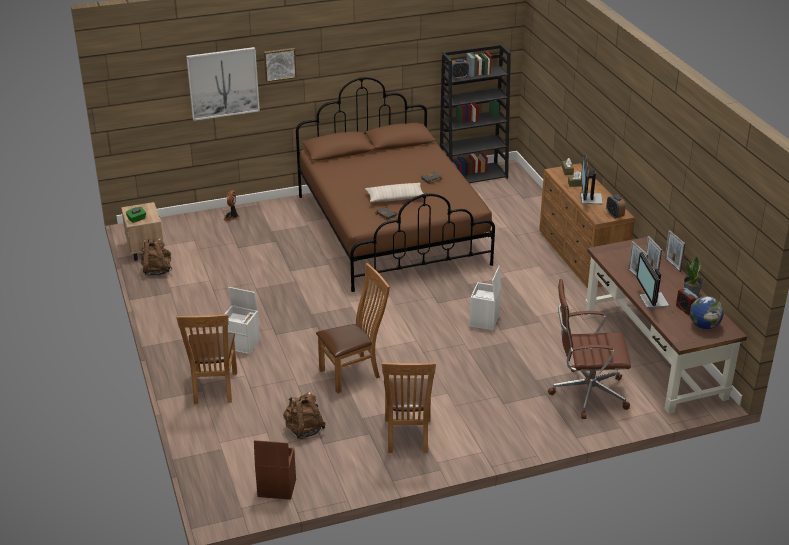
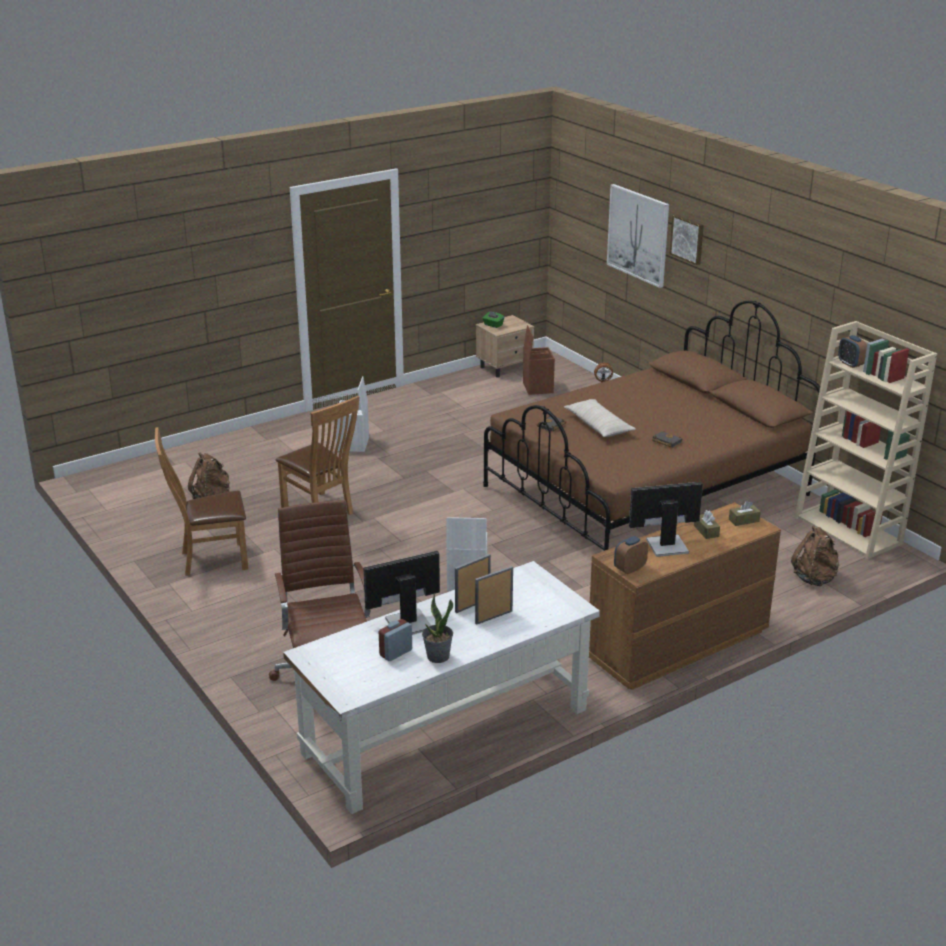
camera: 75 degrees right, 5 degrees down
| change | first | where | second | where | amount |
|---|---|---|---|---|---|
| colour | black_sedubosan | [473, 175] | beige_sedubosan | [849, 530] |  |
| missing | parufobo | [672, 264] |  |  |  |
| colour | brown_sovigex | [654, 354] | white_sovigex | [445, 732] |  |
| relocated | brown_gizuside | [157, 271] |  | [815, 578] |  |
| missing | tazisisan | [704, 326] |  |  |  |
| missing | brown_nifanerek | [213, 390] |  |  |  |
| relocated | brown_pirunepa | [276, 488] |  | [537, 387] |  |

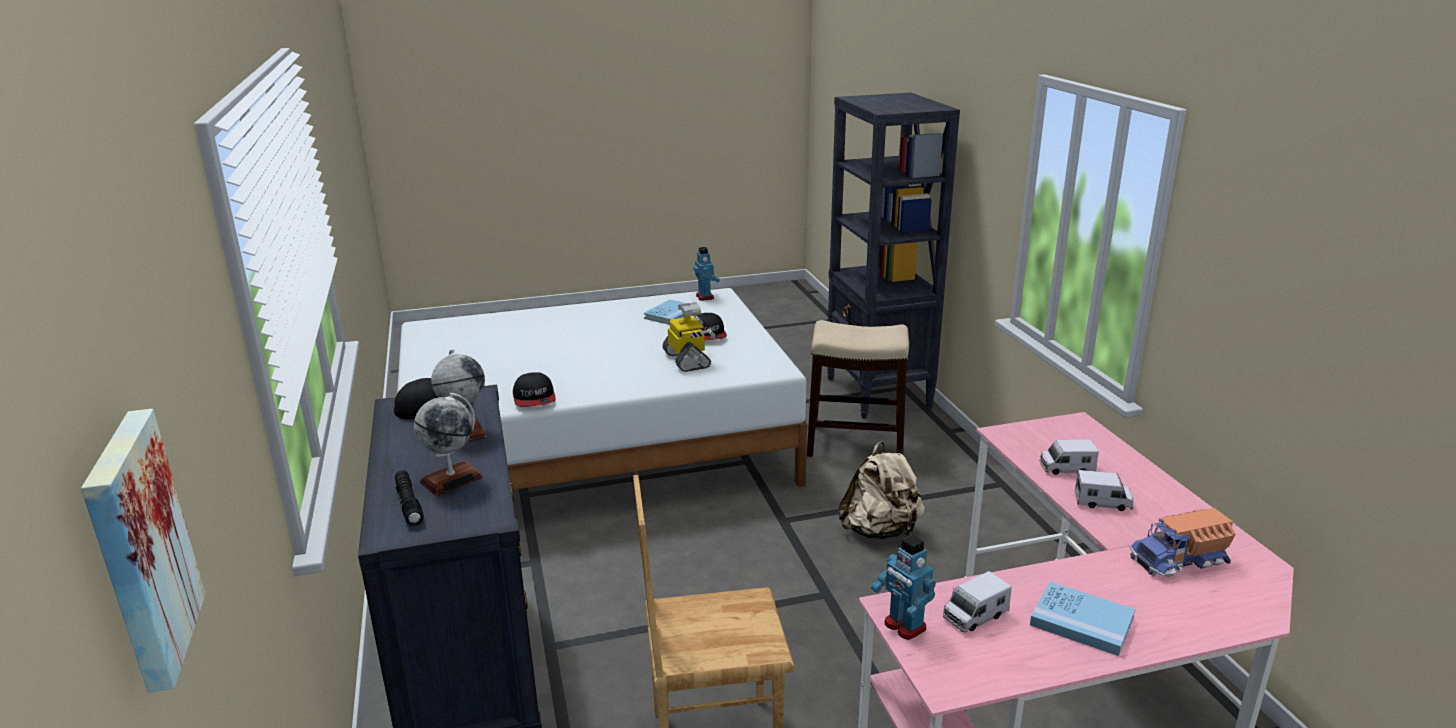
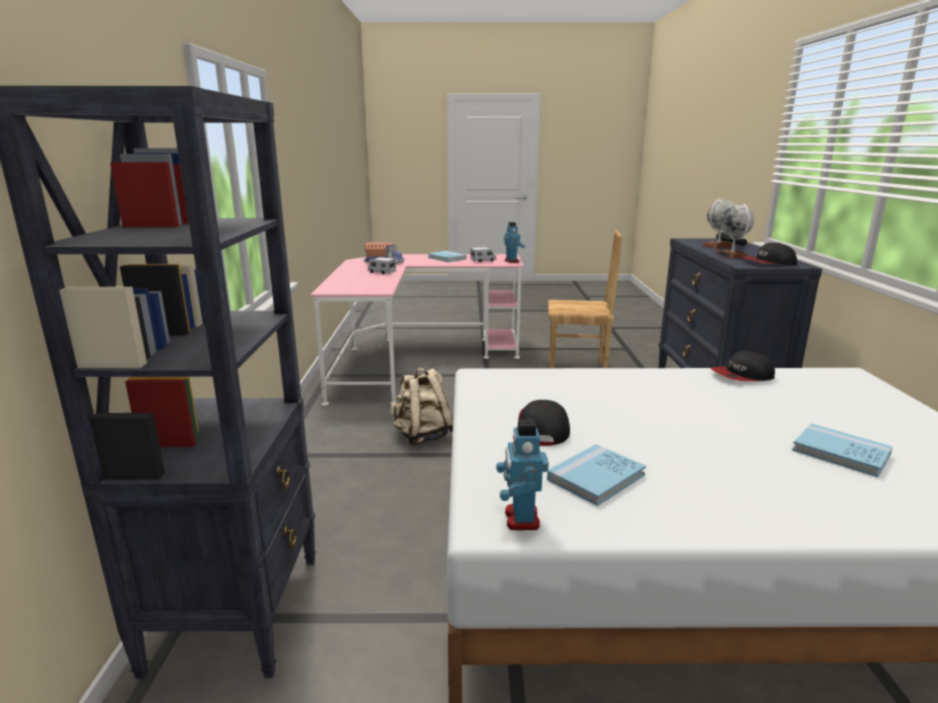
camera: 165 degrees left, 5 degrees down
| change | first | where | second | where | amount |
|---|---|---|---|---|---|
| missing | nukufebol | [688, 360] |  |  |  |
| missing | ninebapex | [856, 443] |  |  |  |
| spun | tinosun | [534, 398] |  | [742, 376] | 105 degrees counterclockwise |
| missing | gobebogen | [137, 549] |  |  |  |
| missing | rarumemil | [1066, 468] |  |  |  |
| appeared |  |  | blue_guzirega | [840, 453] |  |

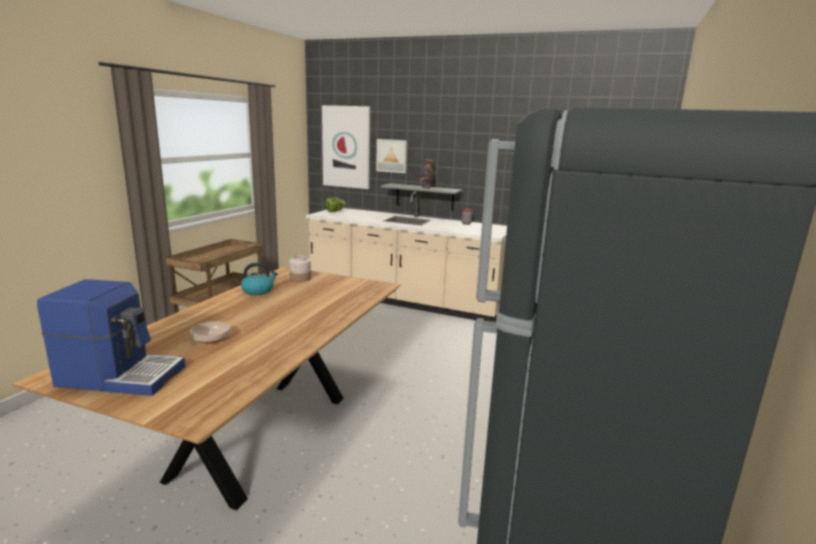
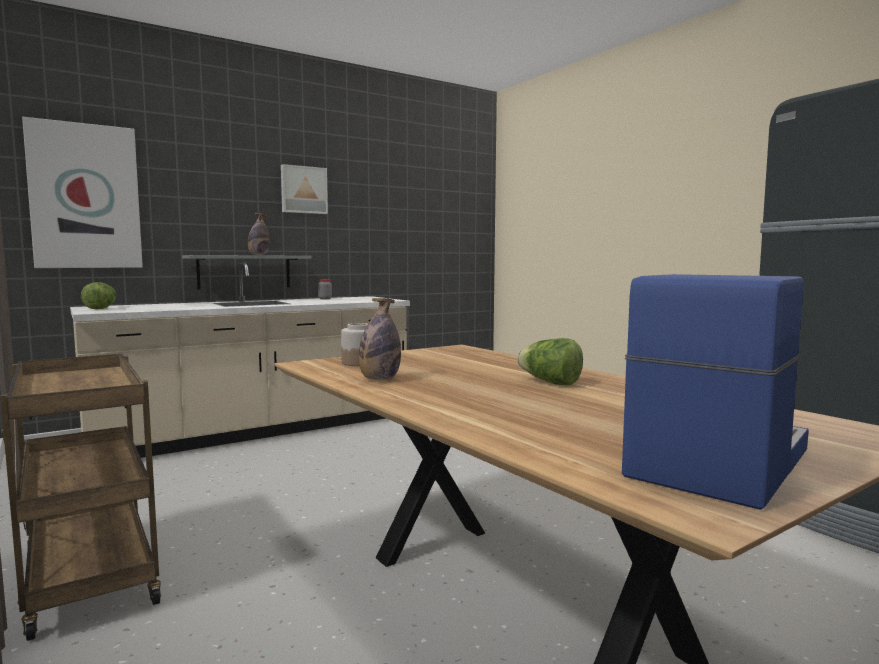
camera: 55 degrees left, 10 degrees down
| change | first | where | second | where | amount |
|---|---|---|---|---|---|
| relocated | gobebogen | [392, 155] |  | [303, 190] |  |
| exchanged | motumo | [258, 291] | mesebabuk | [379, 379] |  |
| missing | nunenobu | [211, 339] |  |  |  |
| appeared |  |  | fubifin | [550, 383] |  |

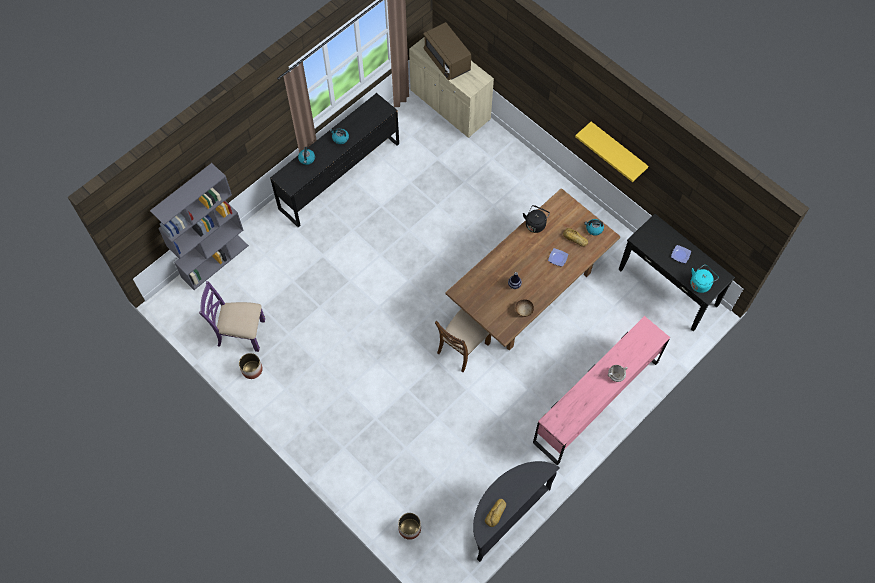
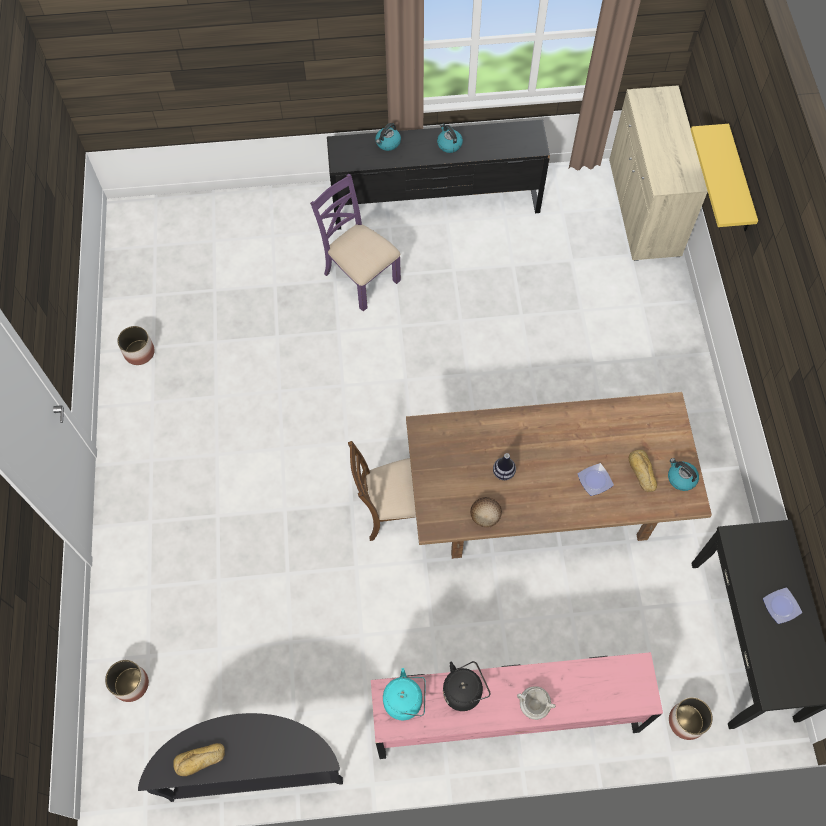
camera: 40 degrees right, 0 degrees up
| change | first | where | second | where | amount |
|---|---|---|---|---|---|
| missing | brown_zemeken | [447, 60] |  |  |  |
| relocated | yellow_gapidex | [618, 149] |  | [738, 181] |  |
| missing | grey_sedubosan | [215, 261] |  |  |  |
| relocated | black_motumo | [535, 224] |  | [464, 690] |  |
| relocated | turquoise_motumo | [701, 283] |  | [406, 701] |  |
| relocated | purple_nifanerek | [240, 333] |  | [360, 277] |  |
| appeared |  |  | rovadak | [686, 721] |  |

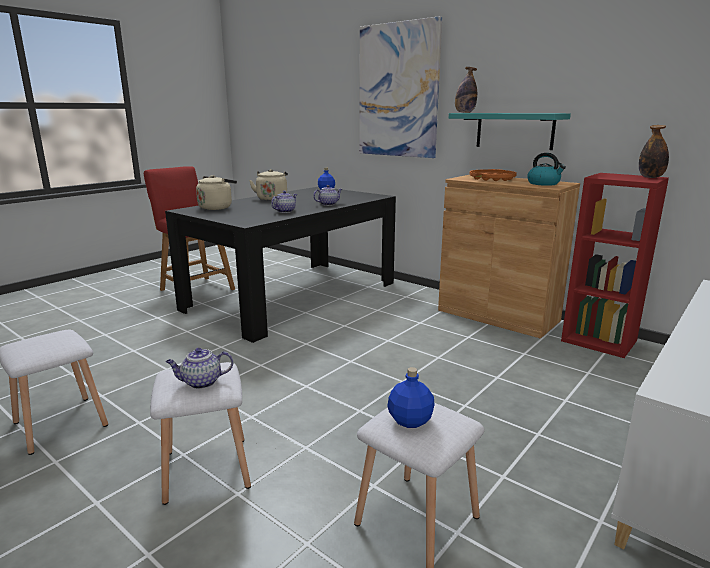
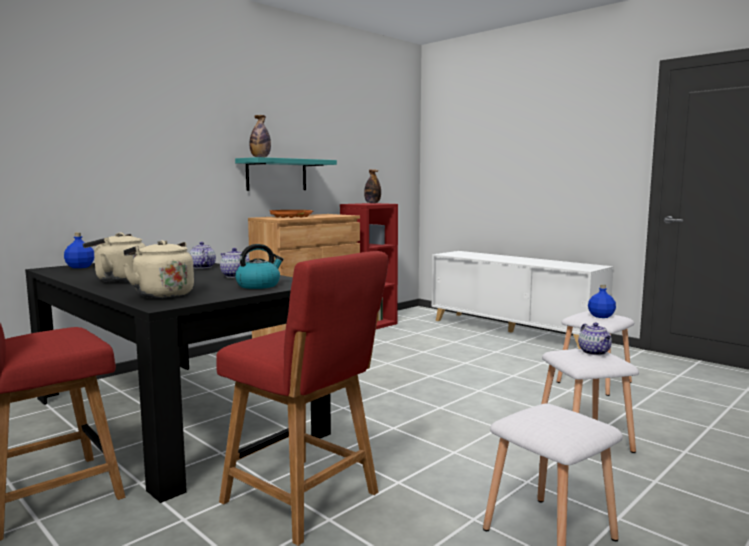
camera: 85 degrees left, 10 degrees down
| change | first | where | second | where | amount |
|---|---|---|---|---|---|
| missing | gobebogen | [398, 91] |  |  |  |
| relocated | motumo | [544, 183] |  | [258, 285] |  |
| appeared |  |  | red_nifanerek | [305, 500] |  |

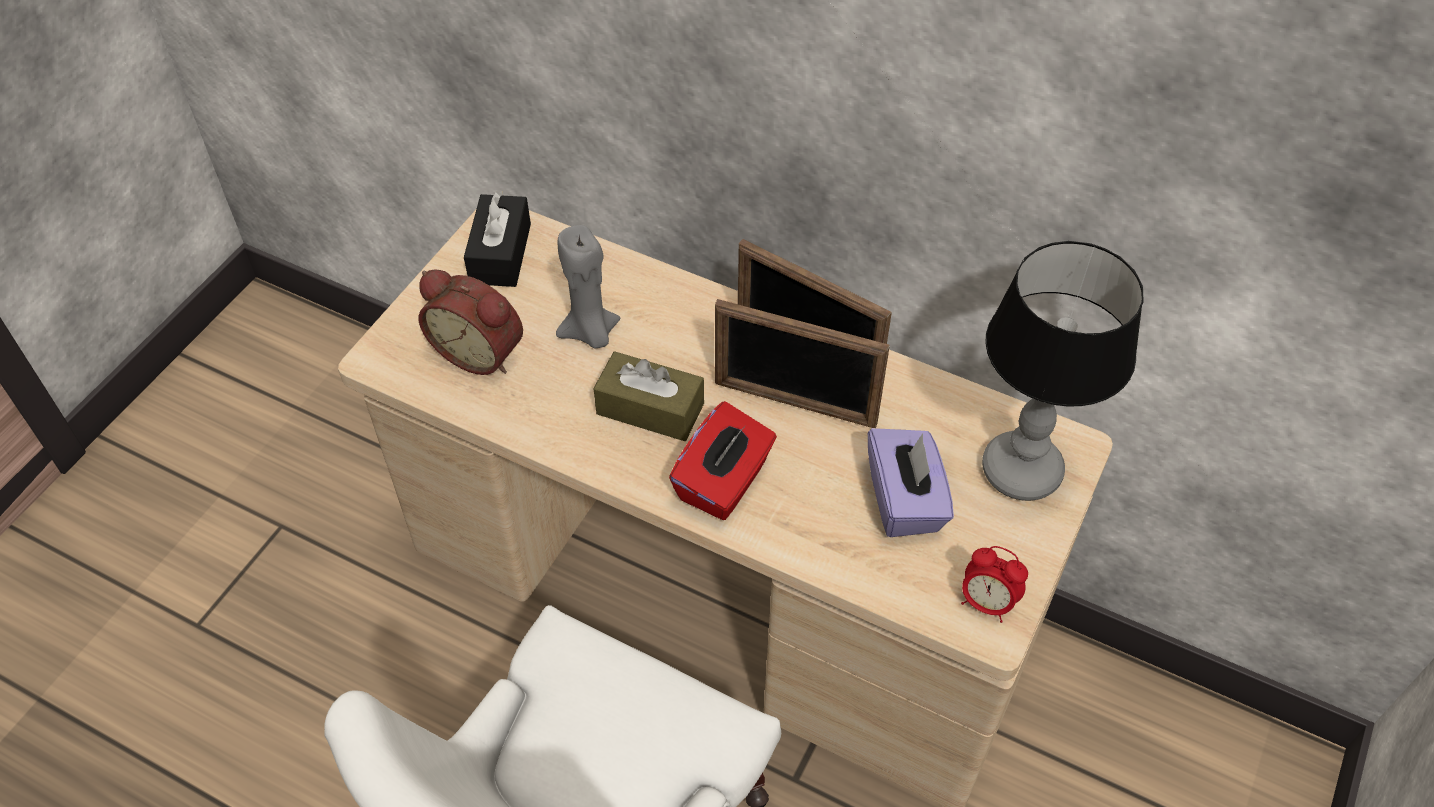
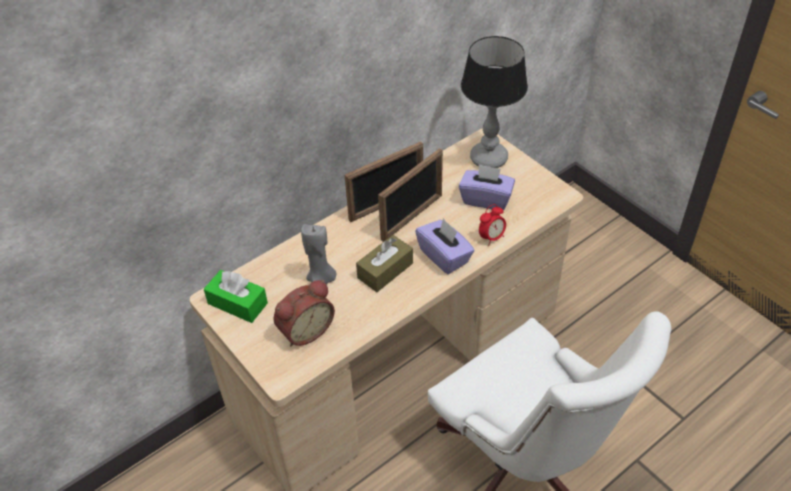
camera: 65 degrees left, 5 degrees down
| change | first | where | second | where | amount |
|---|---|---|---|---|---|
| colour | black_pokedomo | [500, 253] | green_pokedomo | [237, 303] |  |
| colour | red_pokedomo | [724, 482] | purple_pokedomo | [444, 256] |  |
| relocated | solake | [986, 603] |  | [491, 237] |  |

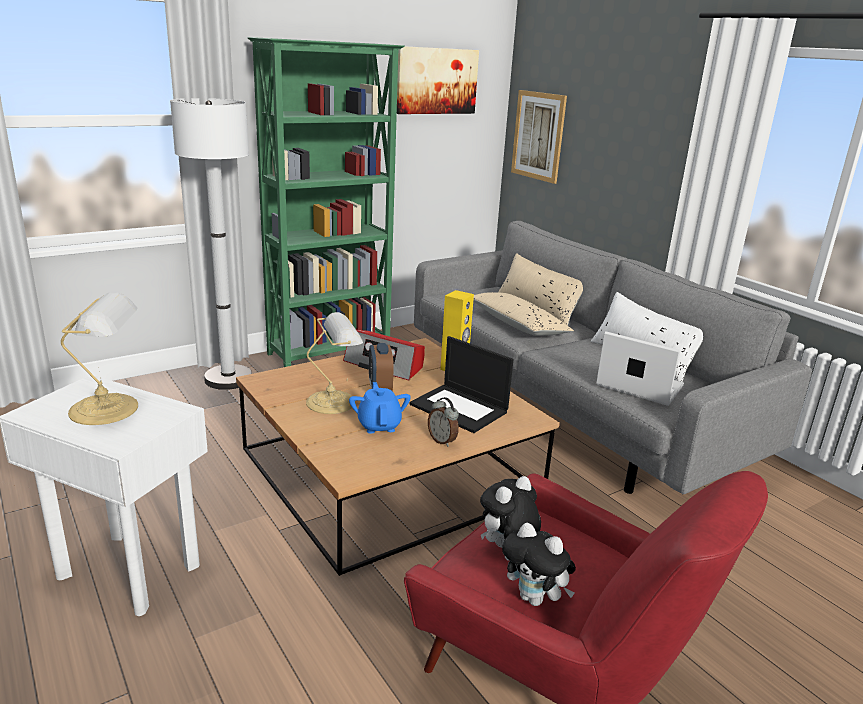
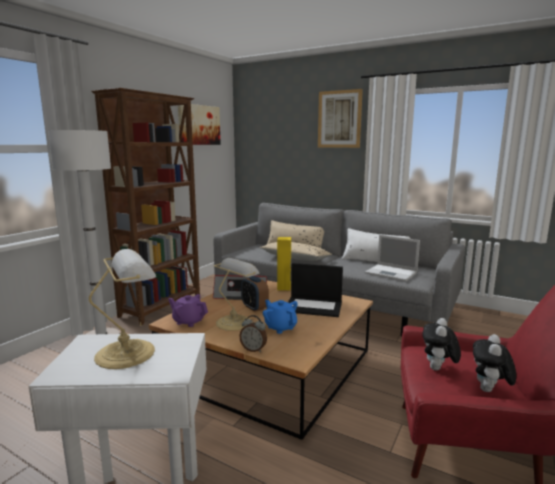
camera: 25 degrees left, 10 degrees down
| change | first | where | second | where | amount |
|---|---|---|---|---|---|
| colour | green_sedubosan | [331, 352] | brown_sedubosan | [162, 306] |  |
| relocated | gobebogen | [538, 136] |  | [339, 119] |  |
| spun | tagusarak | [637, 385] |  | [392, 273] | 150 degrees counterclockwise |
| relocated | solake | [442, 441] |  | [253, 349] |  |
| spun | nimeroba | [535, 599] |  | [489, 391] | 105 degrees clockwise |
| appeared |  |  | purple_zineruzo | [188, 321] |  |

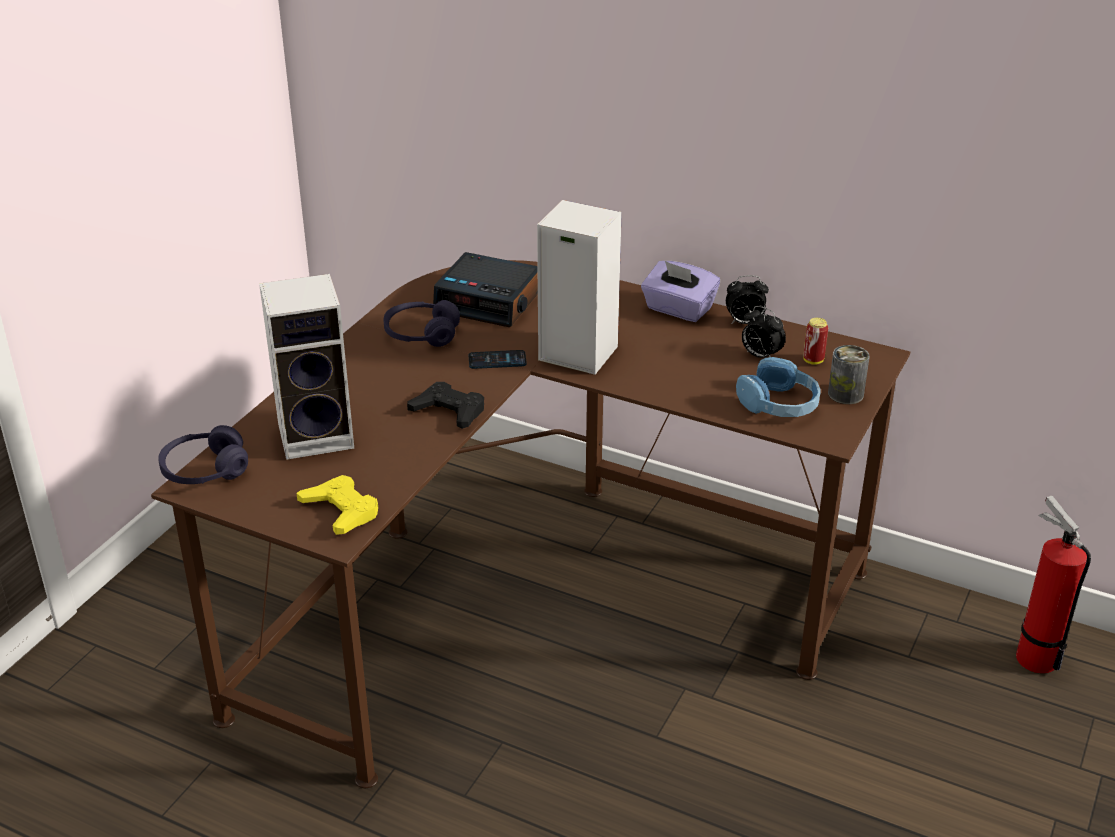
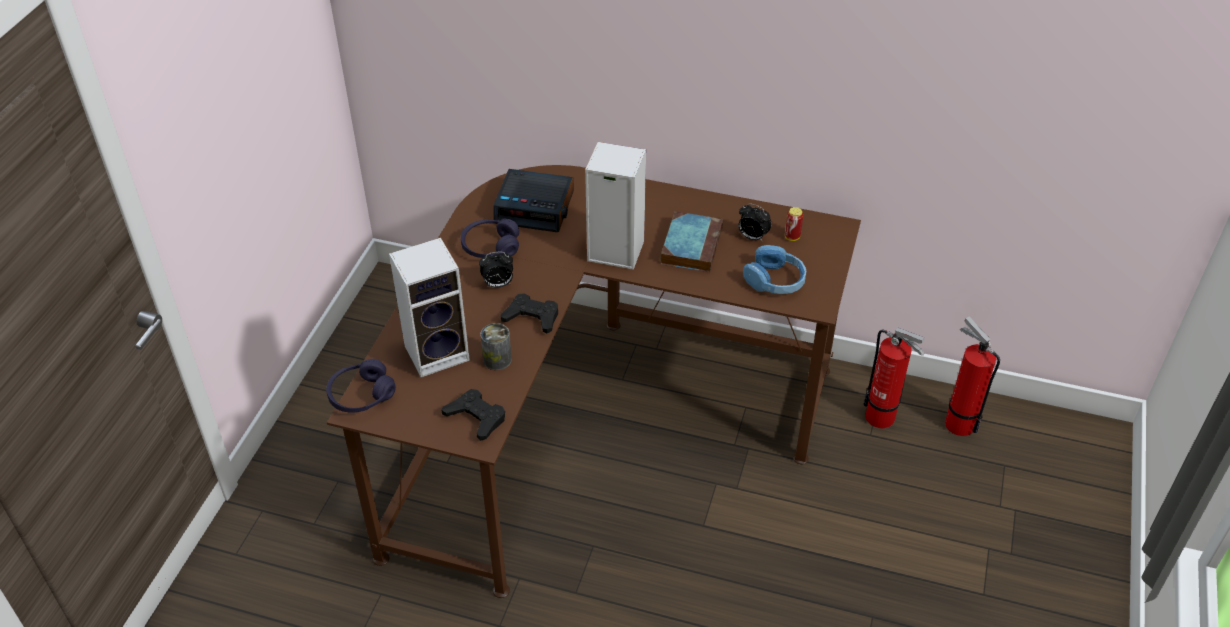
camera: 10 degrees left, 10 degrees up
| change | first | where | second | where | amount |
|---|---|---|---|---|---|
| missing | purple_pokedomo | [678, 309] |  |  |  |
| relocated | solake | [744, 323] |  | [498, 284] |  |
| relocated | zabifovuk | [845, 394] |  | [497, 359] |  |
| missing | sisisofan | [497, 360] |  |  |  |
| colour | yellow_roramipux | [341, 510] | black_roramipux | [476, 417] |  |
| appeared |  |  | guzirega | [691, 245] |  |
| appeared |  |  | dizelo | [883, 419] |  |

